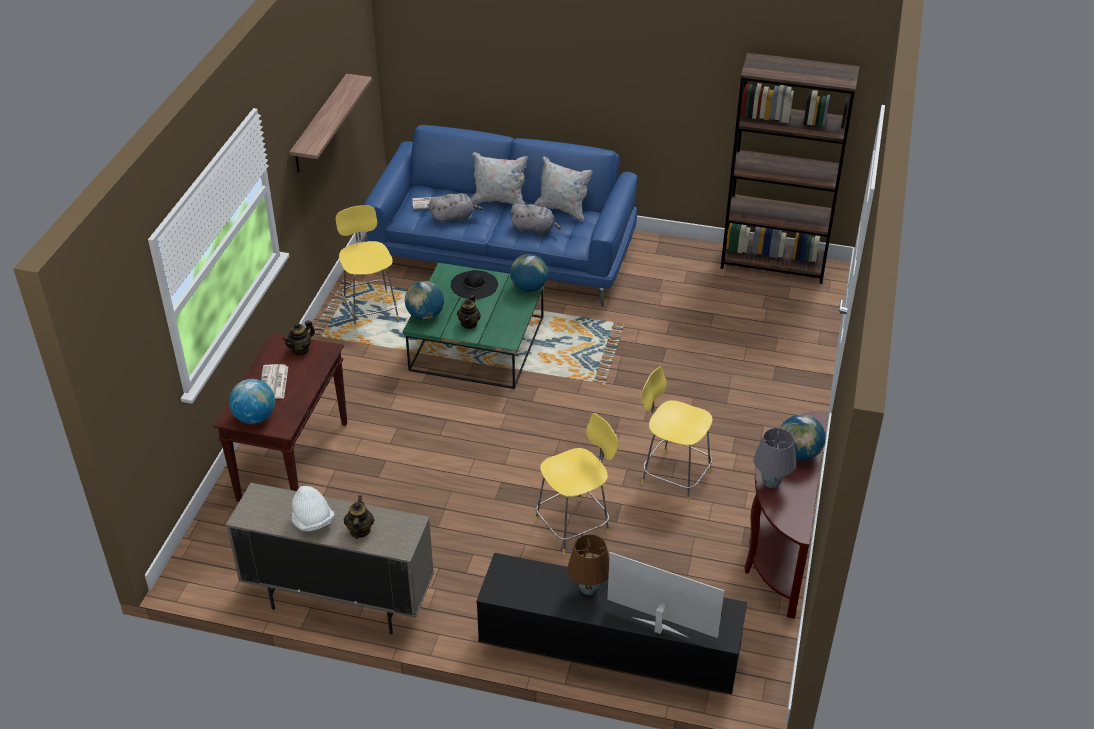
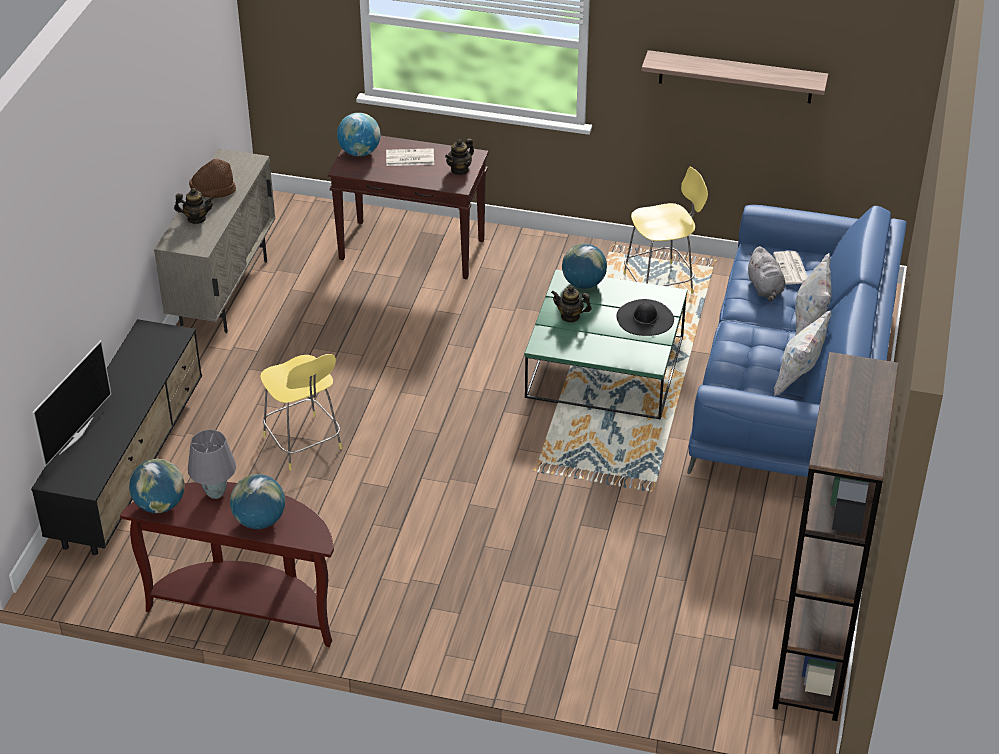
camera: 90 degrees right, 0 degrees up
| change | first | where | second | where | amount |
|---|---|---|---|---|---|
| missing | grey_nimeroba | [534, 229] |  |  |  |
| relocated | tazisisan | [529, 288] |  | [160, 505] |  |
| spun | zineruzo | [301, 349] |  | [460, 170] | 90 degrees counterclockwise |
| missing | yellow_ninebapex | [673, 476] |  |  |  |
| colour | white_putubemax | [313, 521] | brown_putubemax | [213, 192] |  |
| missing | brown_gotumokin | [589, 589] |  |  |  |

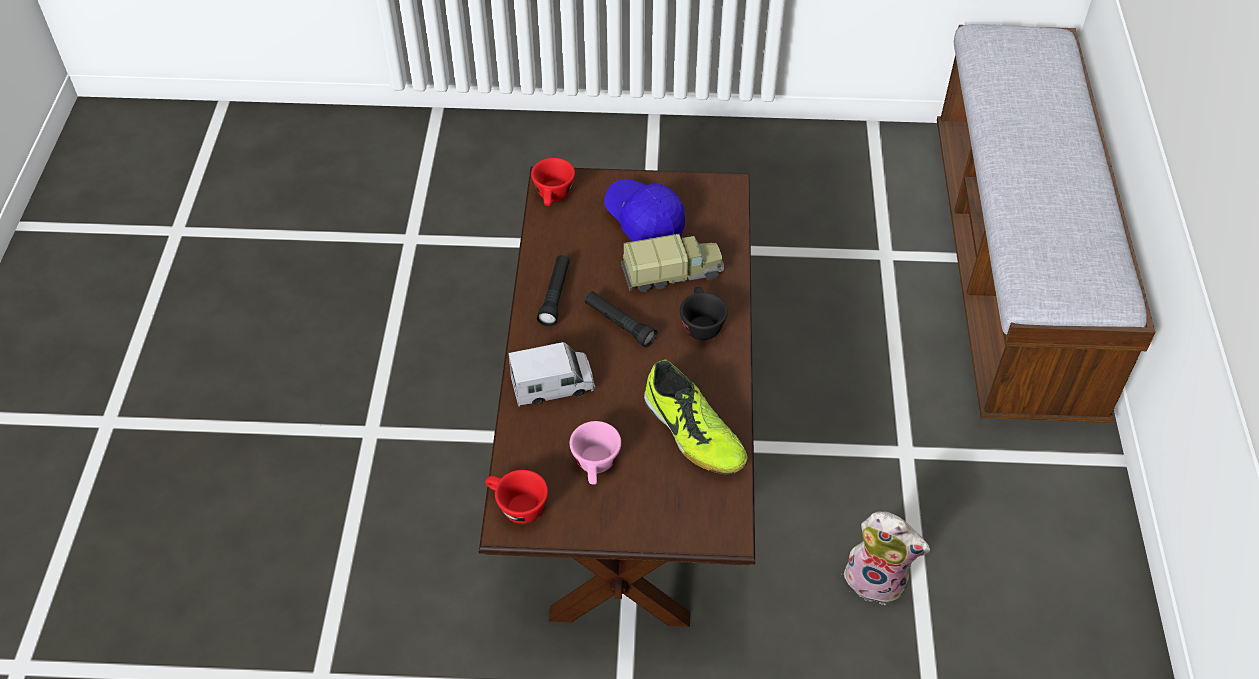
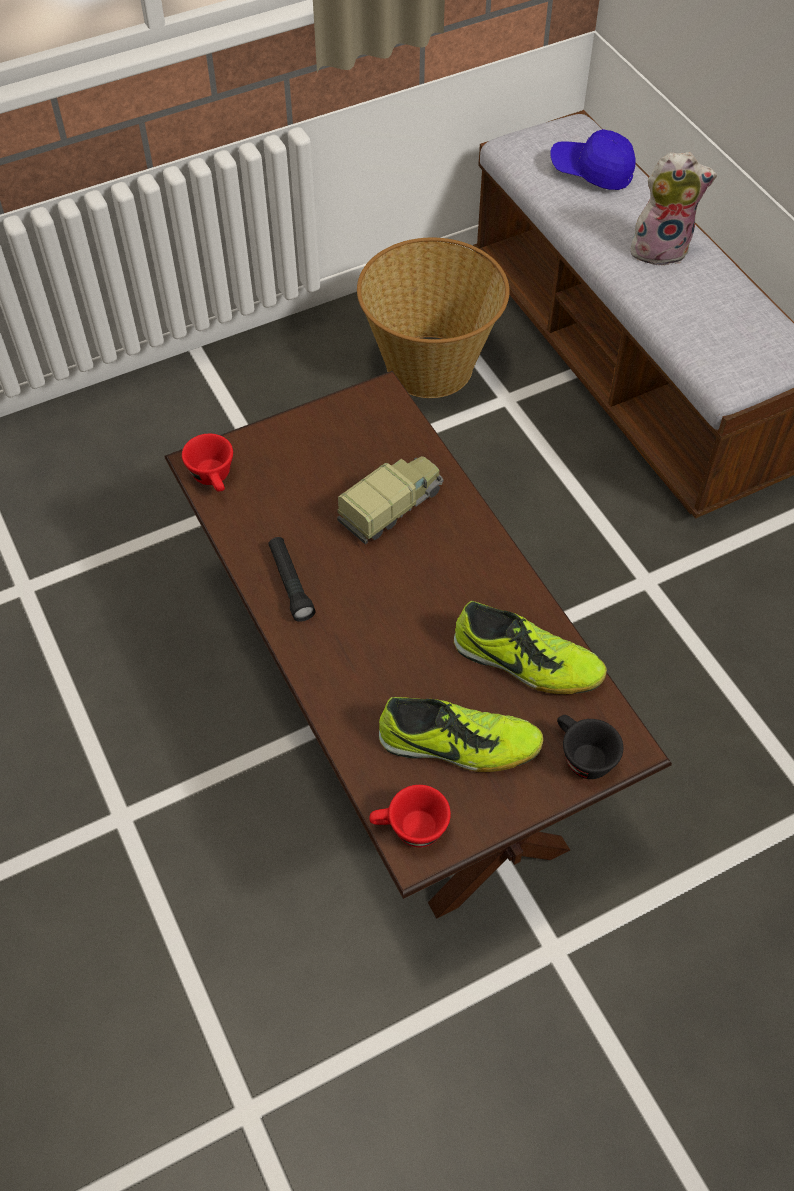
camera: 30 degrees left, 5 degrees up
| change | first | where | second | where | amount |
|---|---|---|---|---|---|
| relocated | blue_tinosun | [644, 220] |  | [591, 172] |  |
| relocated | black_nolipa | [700, 324] |  | [581, 756] |  |
| missing | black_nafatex | [619, 324] |  |  |  |
| missing | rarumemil | [552, 386] |  |  |  |
| exchanged | pink_nolipa | [596, 466] | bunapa | [459, 745] |  |
| relocated | nimeroba | [877, 579] |  | [660, 248] |  |
| appeared |  |  | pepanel | [430, 365] |  |

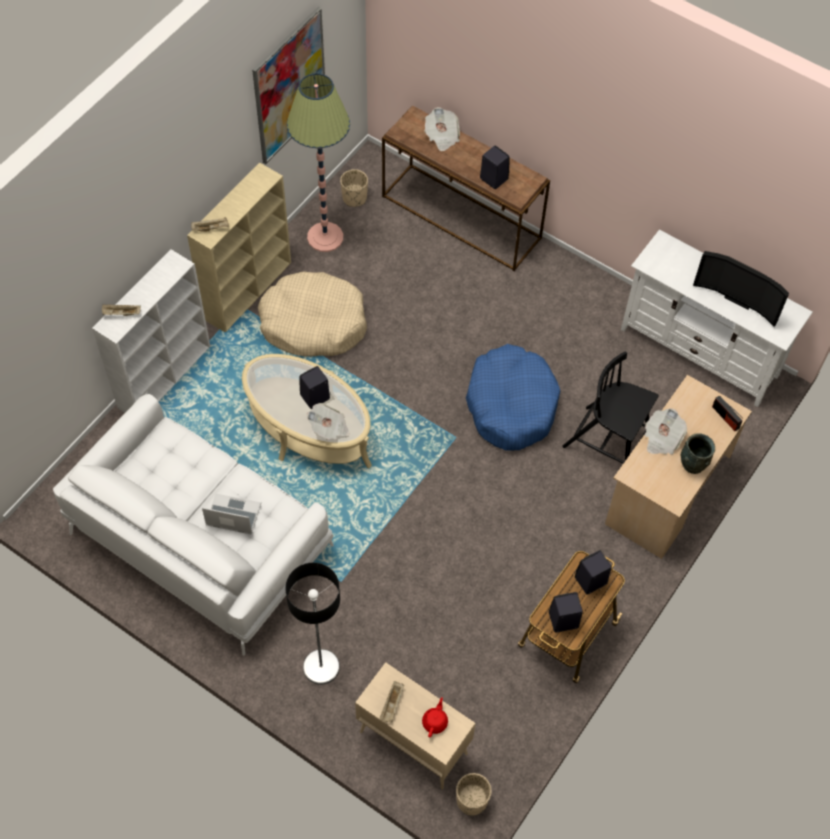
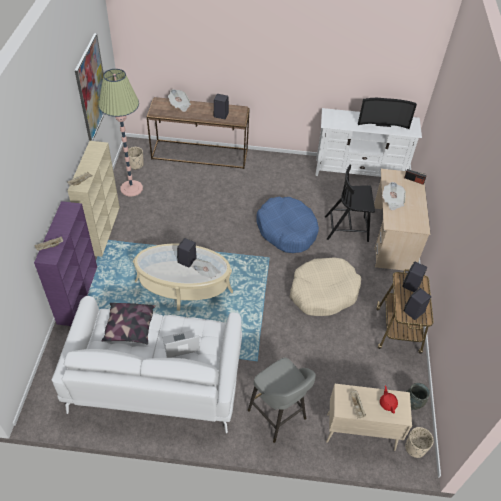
camera: 30 degrees left, 10 degrees down
| change | first | where | second | where | amount |
|---|---|---|---|---|---|
| colour | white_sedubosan | [165, 375] | purple_sedubosan | [77, 294] |  |
| relocated | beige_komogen | [313, 323] |  | [323, 292] |  |
| relocated | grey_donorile | [692, 465] |  | [412, 403] |  |
| exchanged | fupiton | [321, 667] | grey_ninebapex | [278, 416] |  |
| appeared |  |  | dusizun | [130, 328] |  |

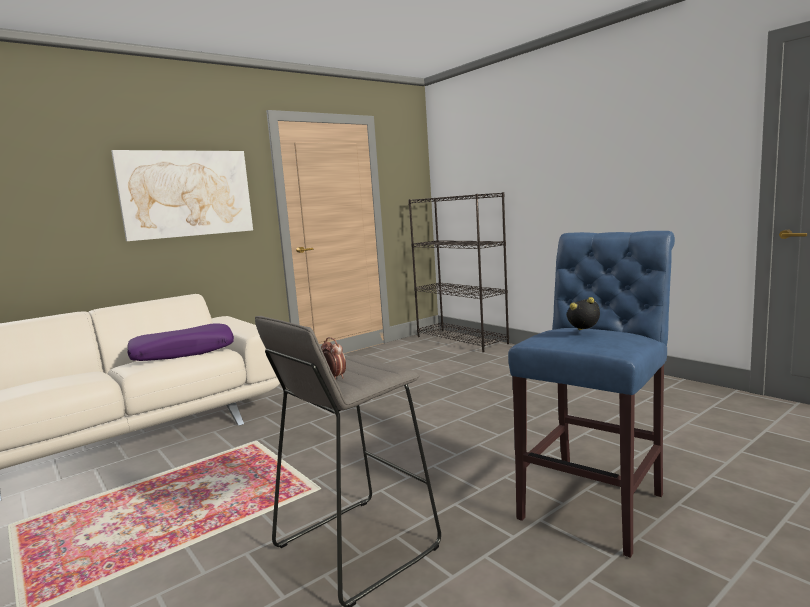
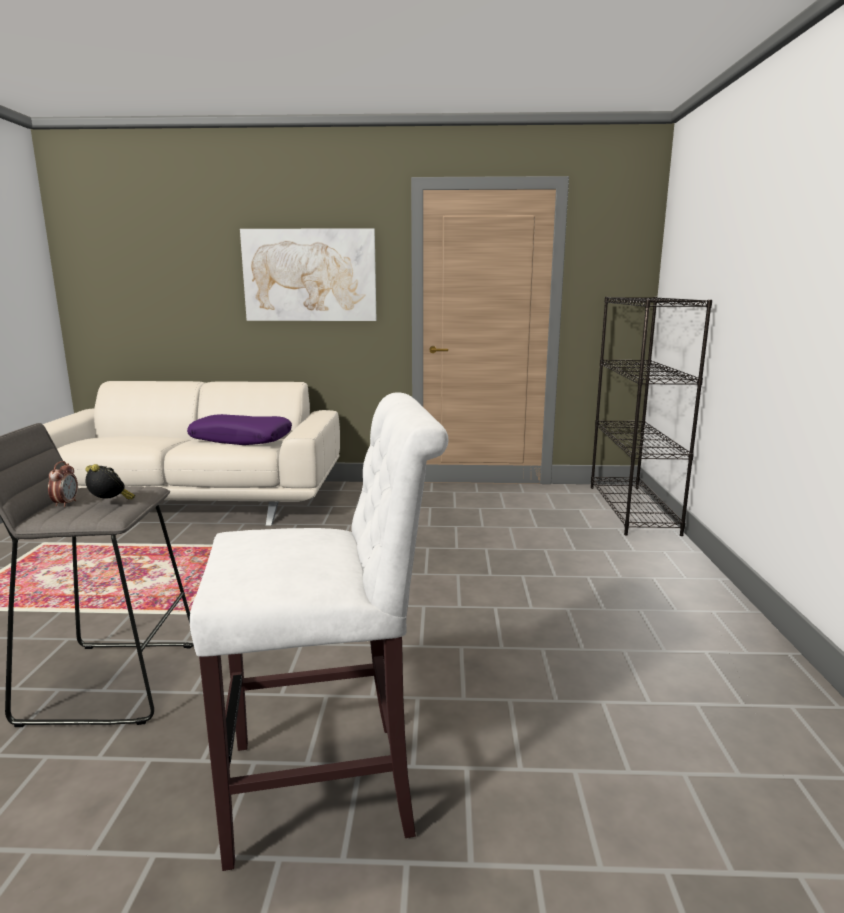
camera: 40 degrees right, 5 degrees up
| change | first | where | second | where | amount |
|---|---|---|---|---|---|
| colour | blue_ninebapex | [596, 503] | white_ninebapex | [332, 787] |  |
| relocated | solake | [584, 333] |  | [110, 503] |  |

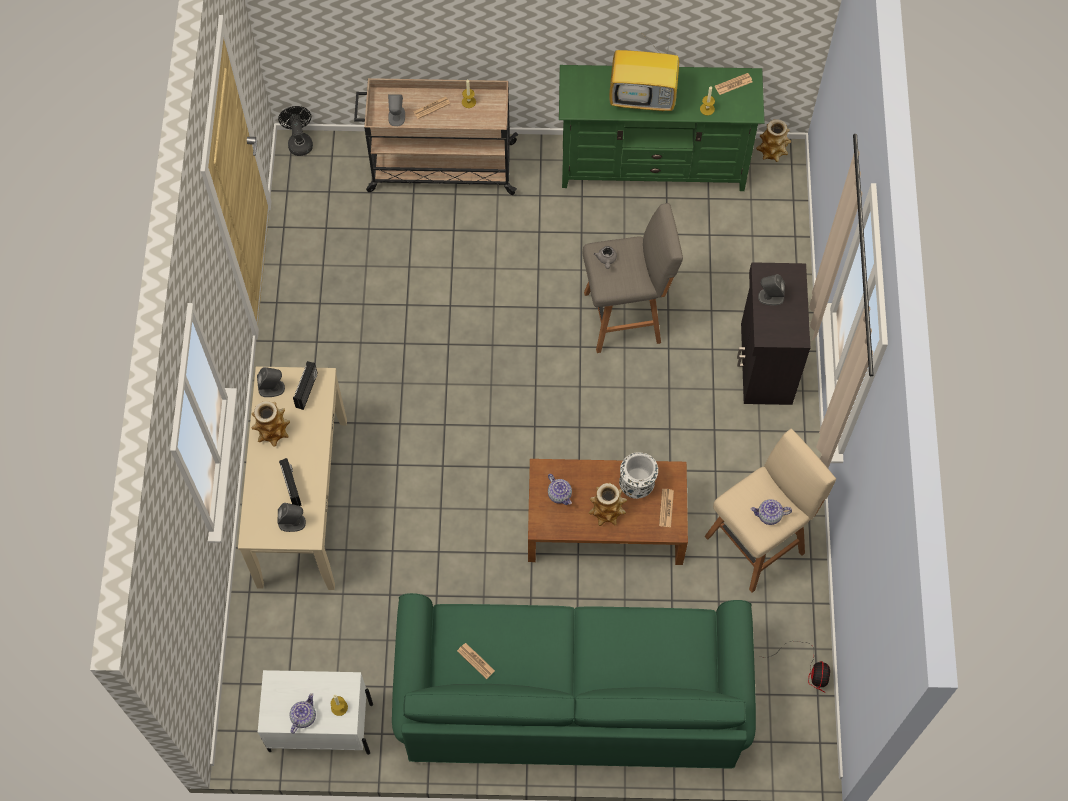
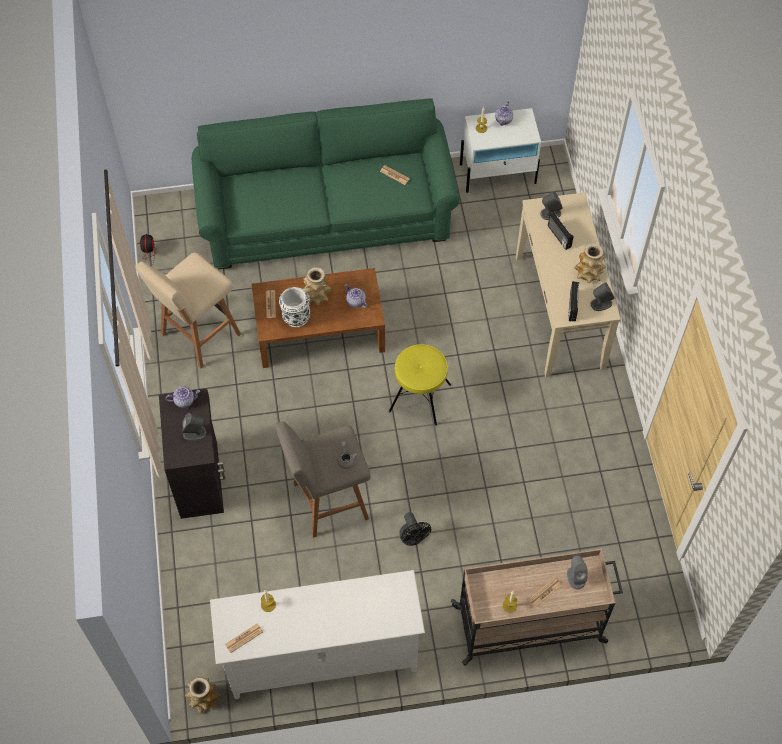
camera: 170 degrees right, 5 degrees down
| change | first | where | second | where | amount |
|---|---|---|---|---|---|
| missing | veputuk | [644, 97] |  |  |  |
| colour | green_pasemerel | [653, 166] | white_pasemerel | [322, 660] |  |
| relocated | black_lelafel | [299, 142] |  | [413, 538] |  |
| relocated | zineruzo | [769, 516] |  | [184, 400] |  |
| appeared |  |  | yellow_ninebapex | [420, 398] |  |

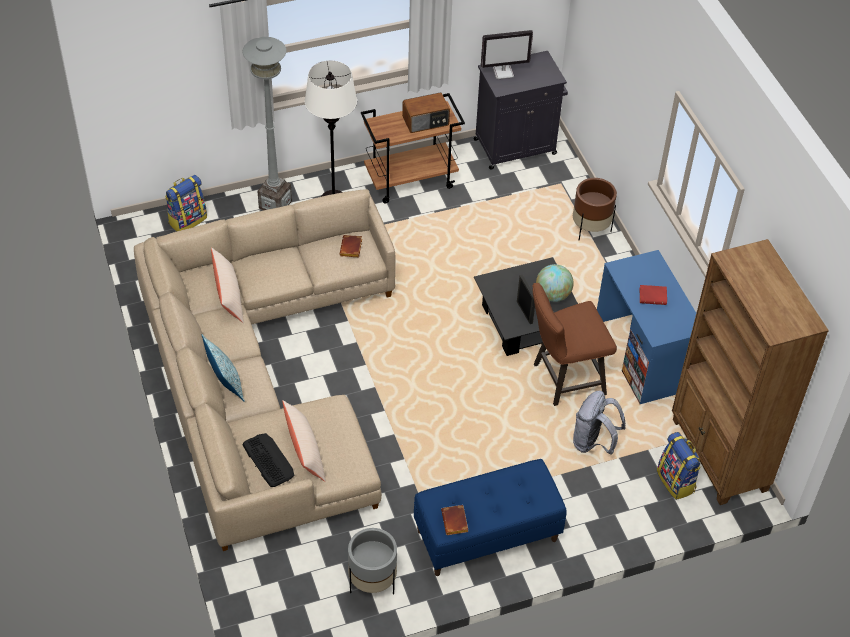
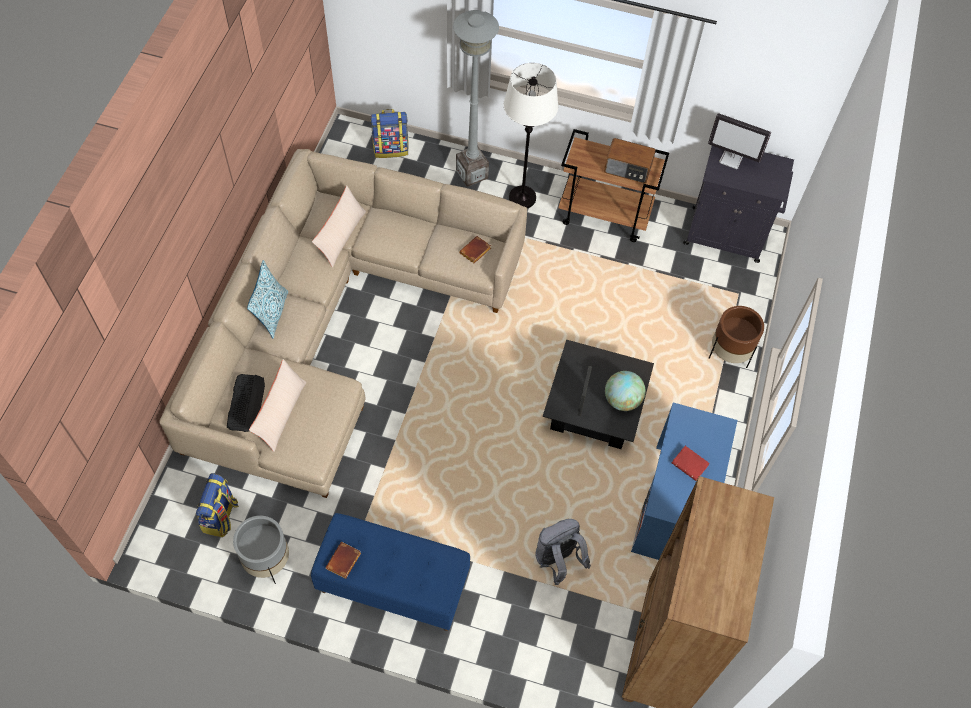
camera: 35 degrees right, 10 degrees up
| change | first | where | second | where | amount |
|---|---|---|---|---|---|
| missing | brown_ninebapex | [563, 380] |  |  |  |
| relocated | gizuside | [676, 481] |  | [220, 517] |  |

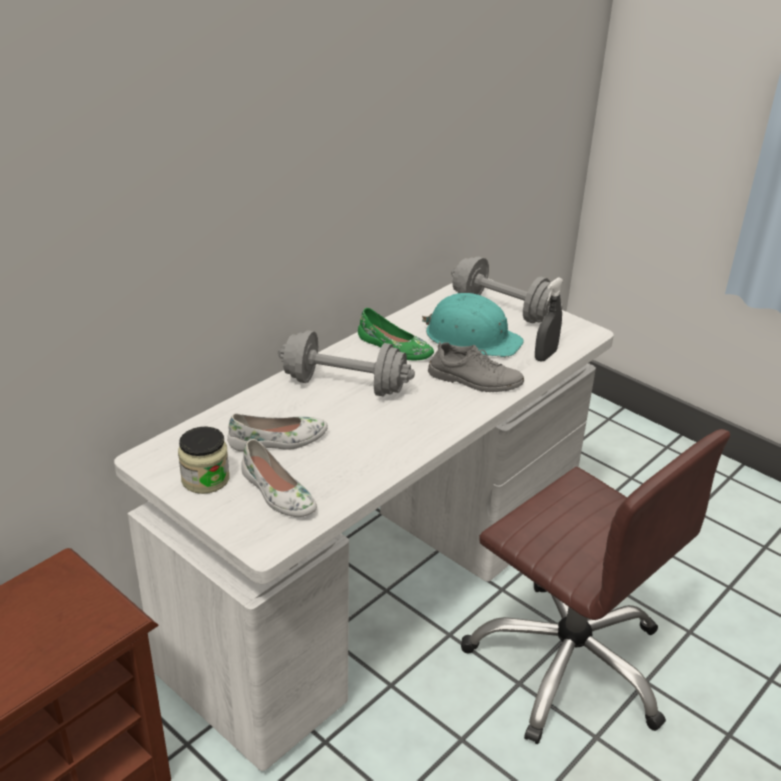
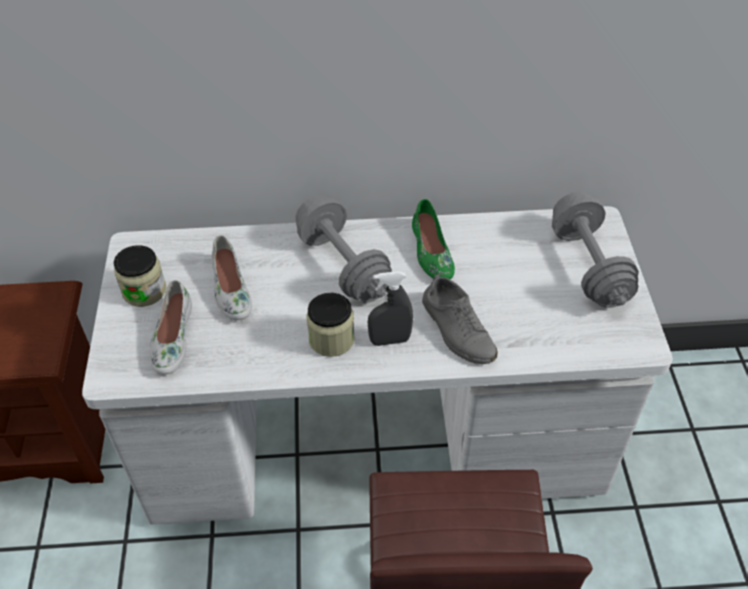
camera: 45 degrees right, 15 degrees up
| change | first | where | second | where | amount |
|---|---|---|---|---|---|
| relocated | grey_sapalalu | [545, 355] |  | [390, 340] |  |
| missing | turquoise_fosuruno | [472, 338] |  |  |  |
| spun | white_bunapa | [278, 441] |  | [230, 289] | 45 degrees clockwise |
| appeared |  |  | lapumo | [331, 339] |  |

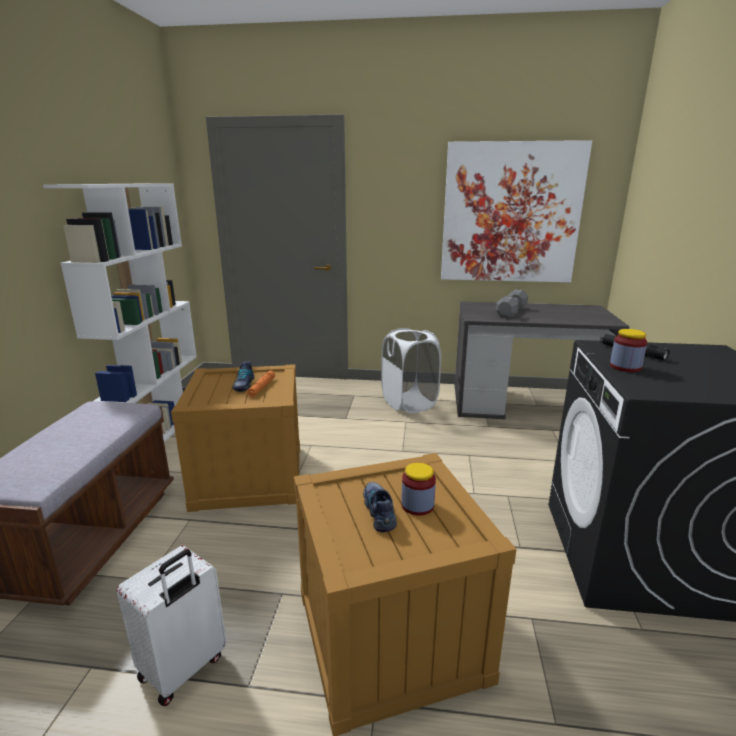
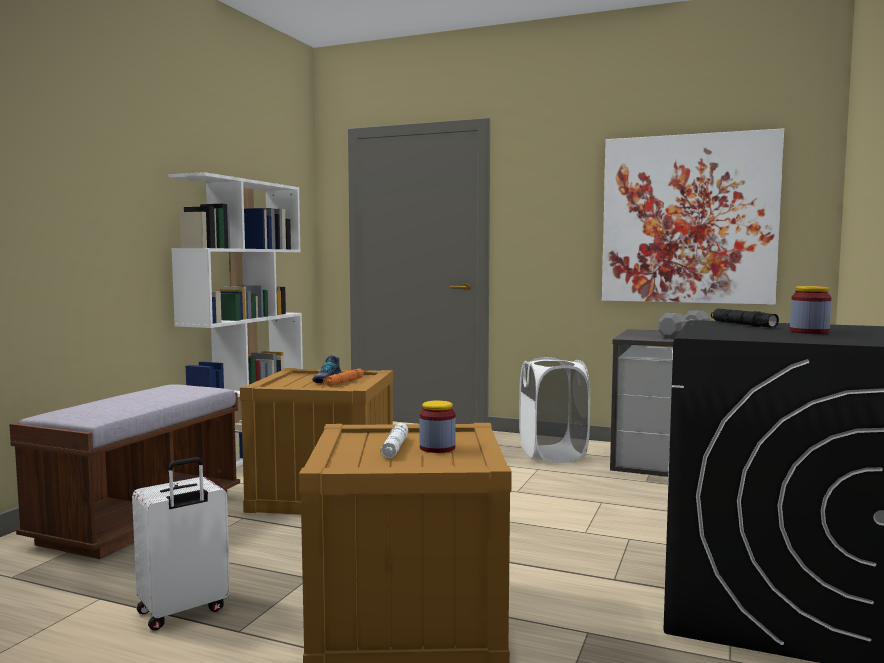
camera: 15 degrees right, 15 degrees down
| change | first | where | second | where | amount |
|---|---|---|---|---|---|
| relocated | lapumo | [625, 367] |  | [809, 332] |  |
| exchanged | bunapa | [380, 511] | white_nafatex | [395, 448] |  |

